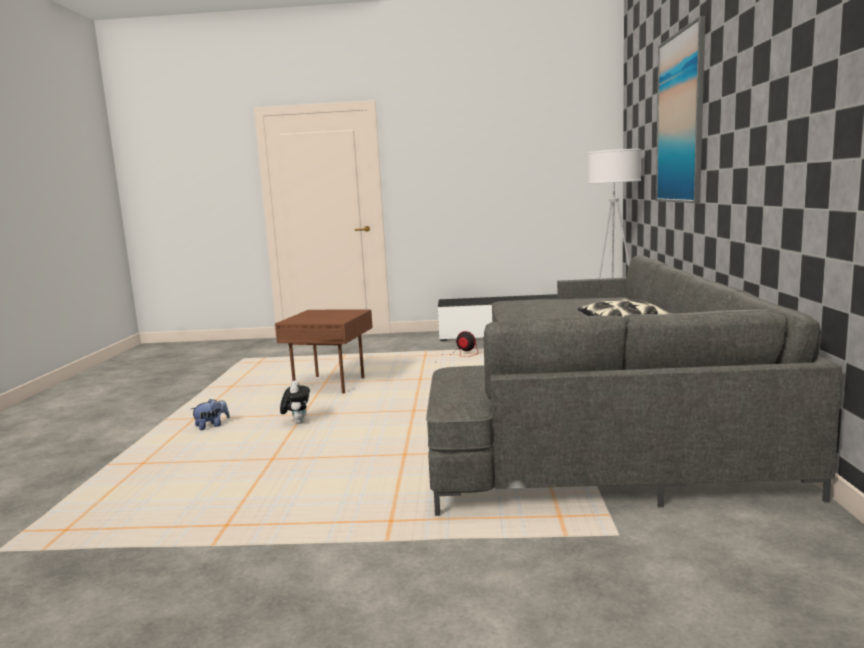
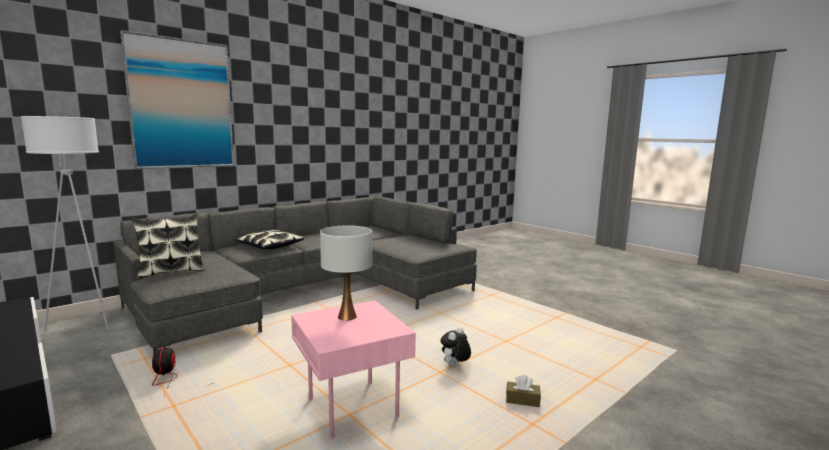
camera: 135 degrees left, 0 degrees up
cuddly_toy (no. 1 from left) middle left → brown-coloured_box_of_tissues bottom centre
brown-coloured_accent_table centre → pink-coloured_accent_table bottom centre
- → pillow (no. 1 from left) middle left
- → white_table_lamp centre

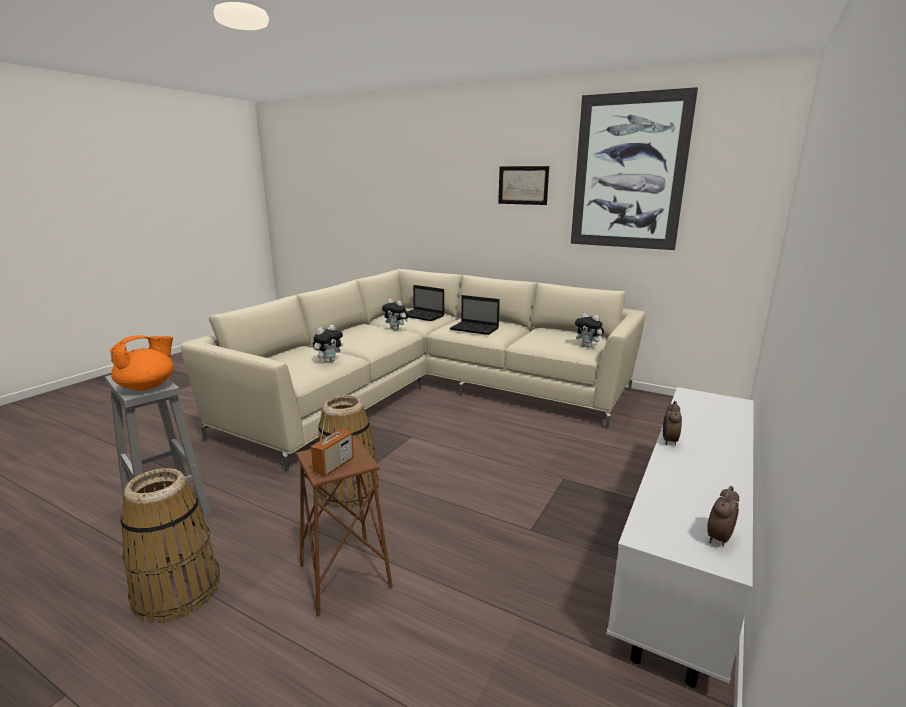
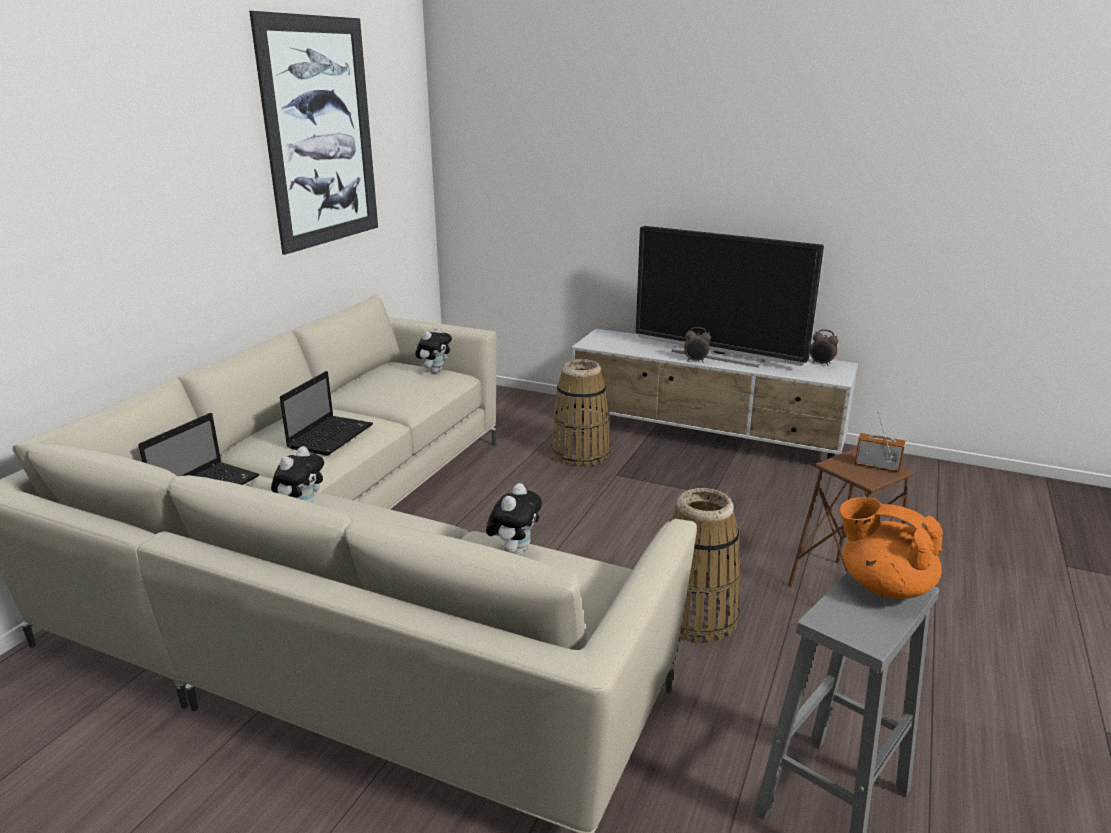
camera: 95 degrees left, 5 degrees up
storage_basket (no. 1 from left) bottom left → storage_basket (no. 1 from left) centre, shifted
cuddly_toy (no. 1 from left in the first image) centre → cuddly_toy (no. 3 from left) centre, 75 degrees clockwise
wall_art (no. 1 from left) top centre → -
- → TV_set centre

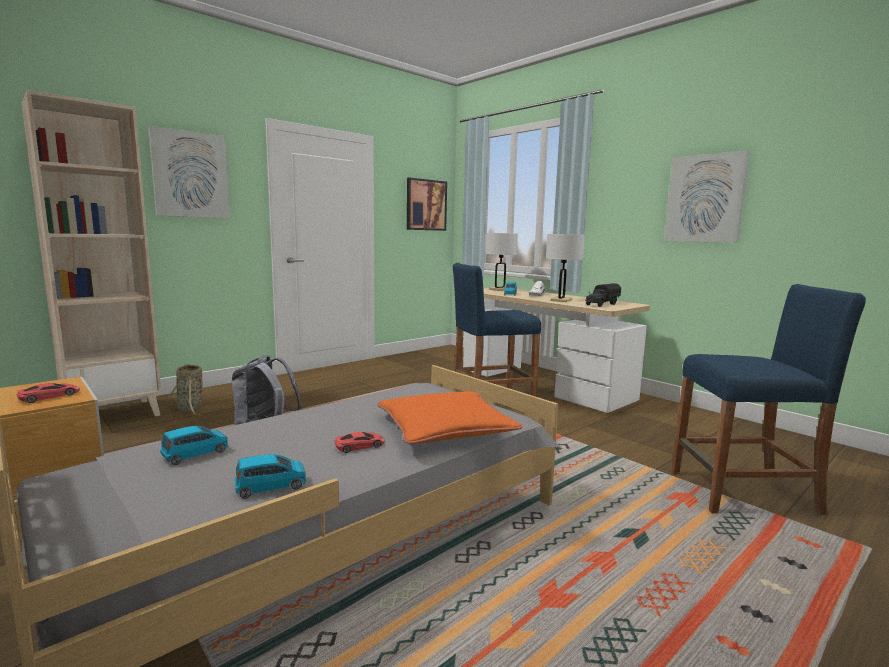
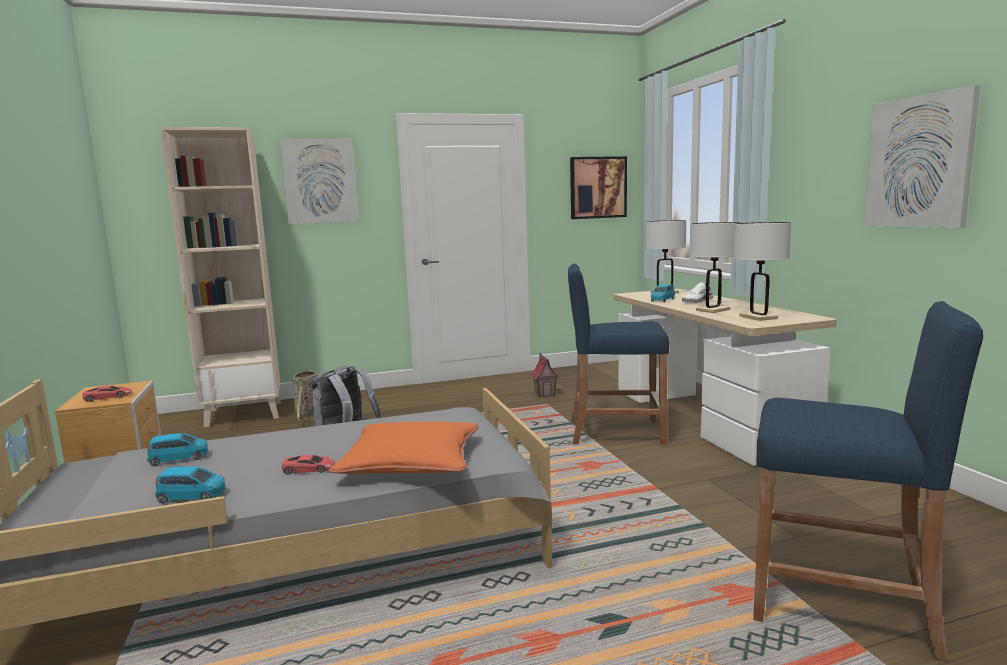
camera: 25 degrees right, 0 degrees up
toy_lorry middle right → white_table_lamp (no. 3 from left) middle right
- → model_house centre

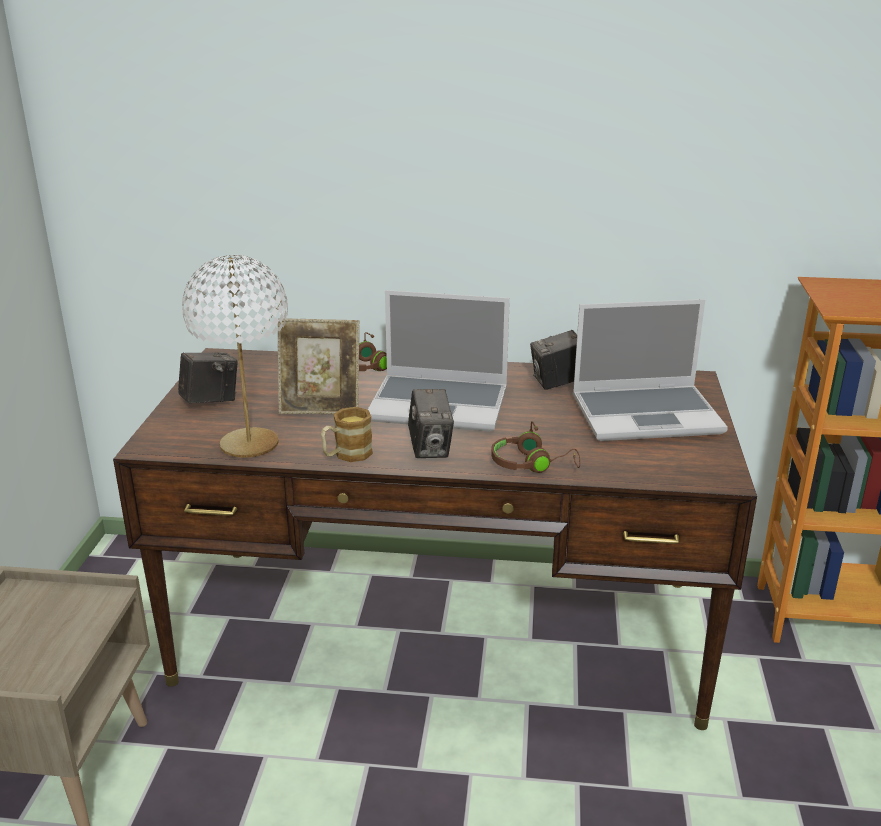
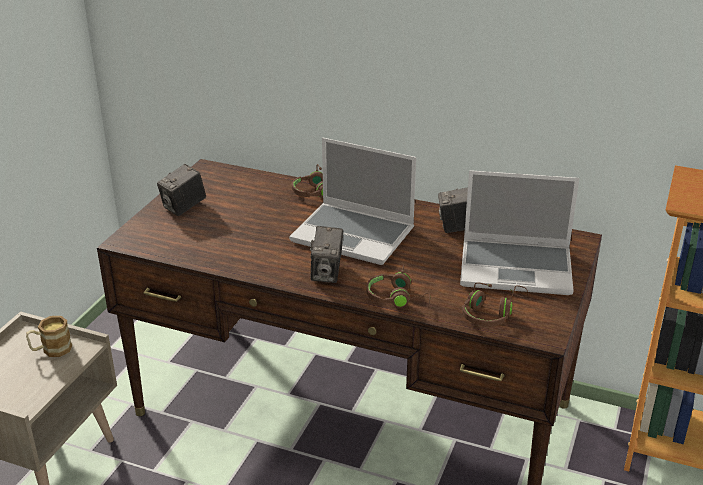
camera: 15 degrees right, 5 degrees up
photo_camera (no. 1 from left) middle left, 150 degrees clockwise
white_table_lamp middle left → -
picture_frame centre → -
coffee_mug centre → coffee_mug bottom left, shifted
- → brown-coloured_headphones (no. 3 from left) middle right

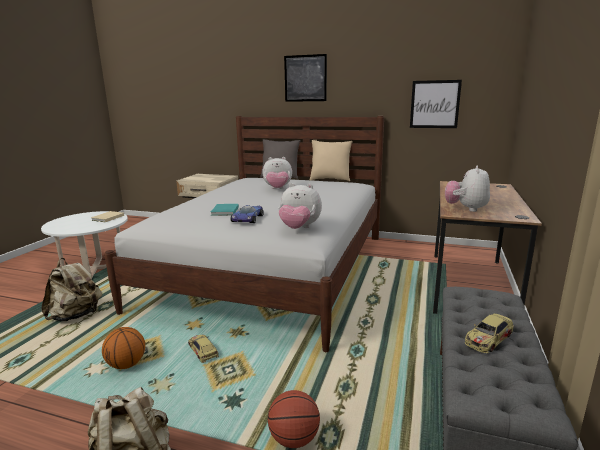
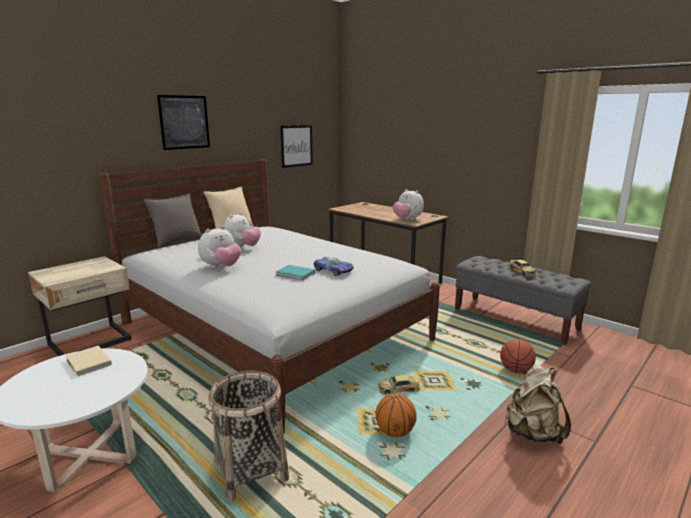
camera: 65 degrees left, 0 degrees up
beige-coloured_backpack (no. 1 from left) middle left → storage_basket bottom centre
cuddly_toy (no. 2 from left in the first image) centre → cuddly_toy (no. 1 from left) middle left, shifted

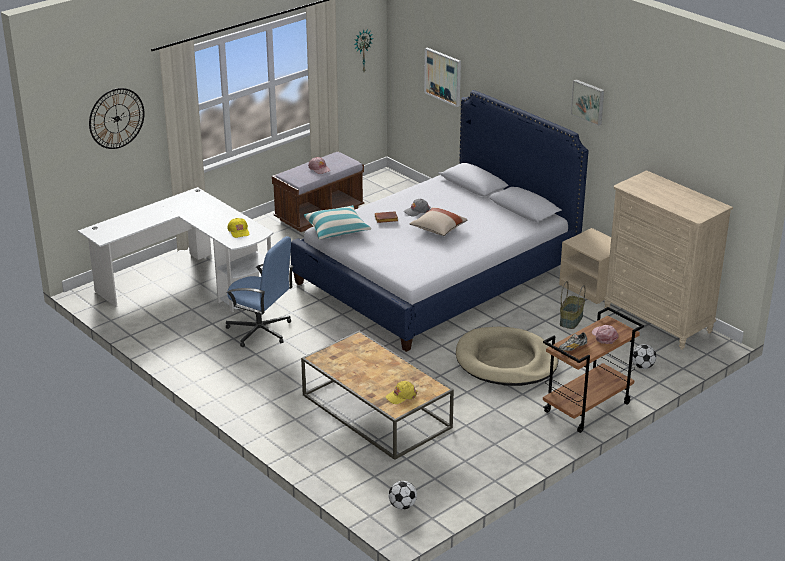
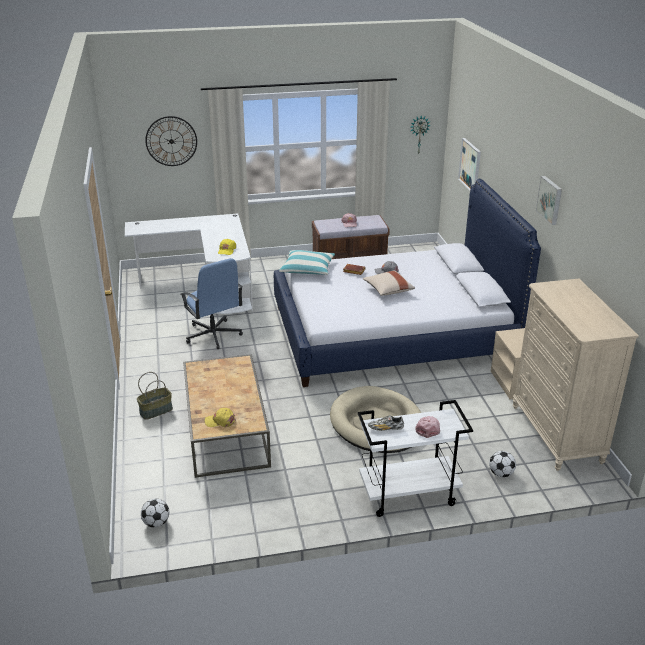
camera: 30 degrees right, 0 degrees up
brown-coloured_wheeled_cart middle right → white_wheeled_cart bottom centre
storage_basket middle right → storage_basket middle left, shifted

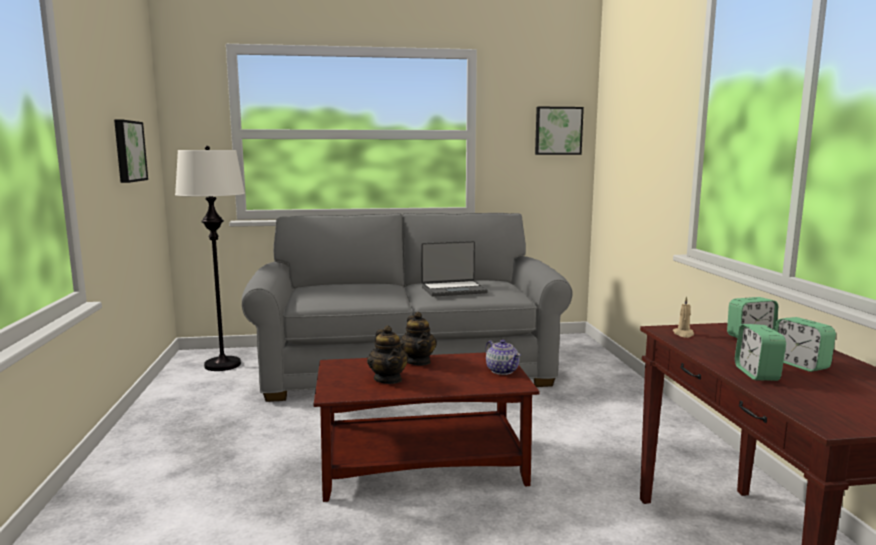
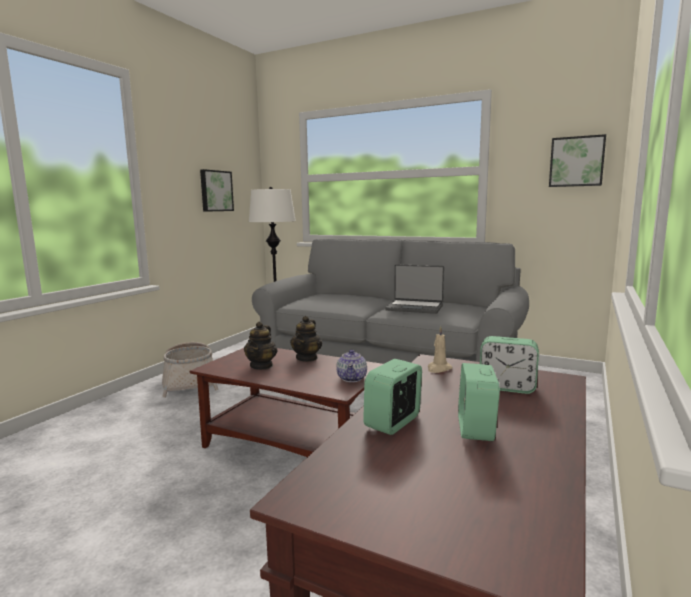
camera: 35 degrees right, 0 degrees up
- → storage_basket middle left

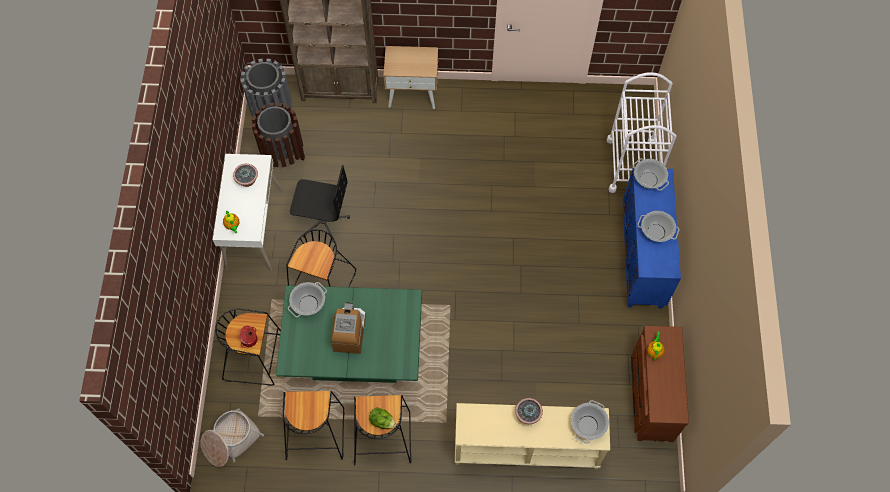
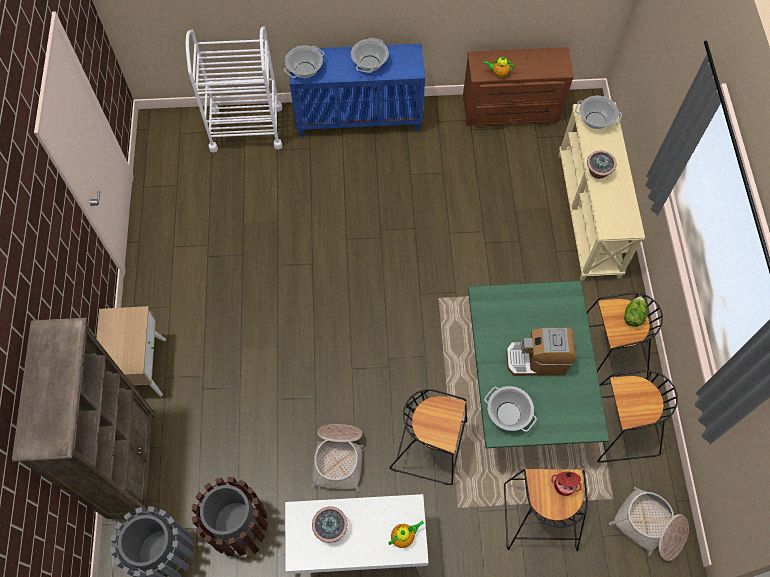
camera: 95 degrees left, 0 degrees up
black-coloured_computer_chair centre → storage_basket (no. 1 from left) bottom centre

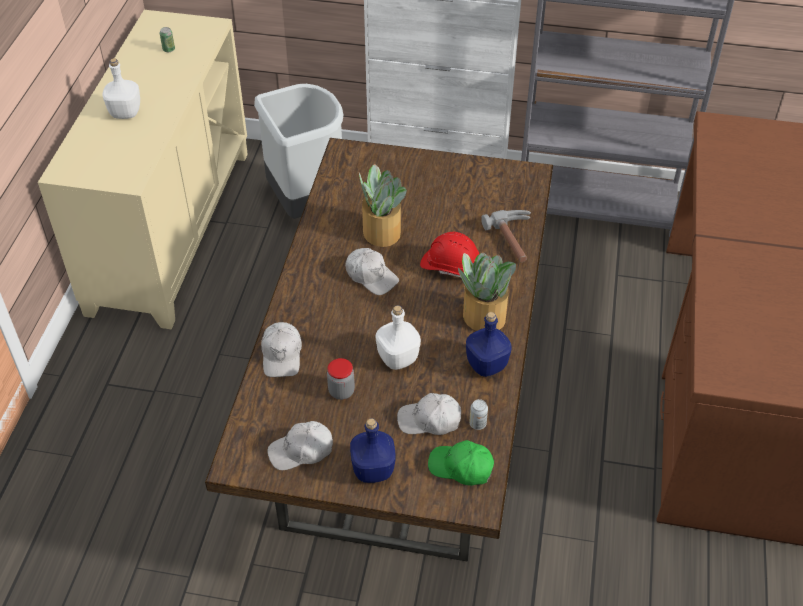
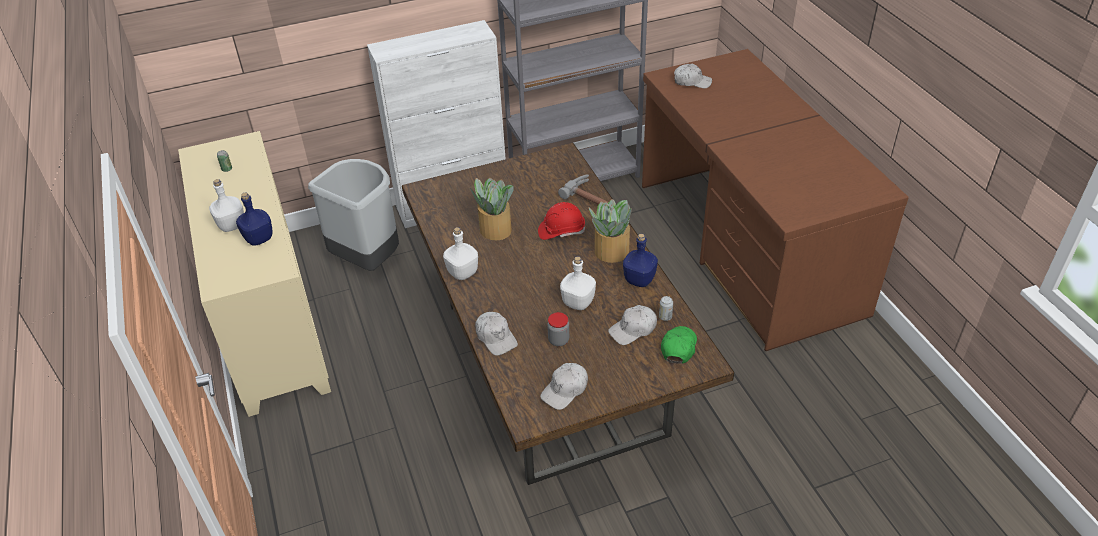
camera: 30 degrees left, 5 degrees down
white_baseball_cap (no. 3 from left in the first image) centre → white_baseball_cap (no. 4 from left) top centre, shifted
blue_drink_bottle (no. 1 from left) bottom centre → blue_drink_bottle (no. 1 from left) middle left, shifted
green-coloured_baseball_cap bottom centre → green-coloured_baseball_cap centre, 120 degrees clockwise
- → white_drink_bottle (no. 2 from left) centre

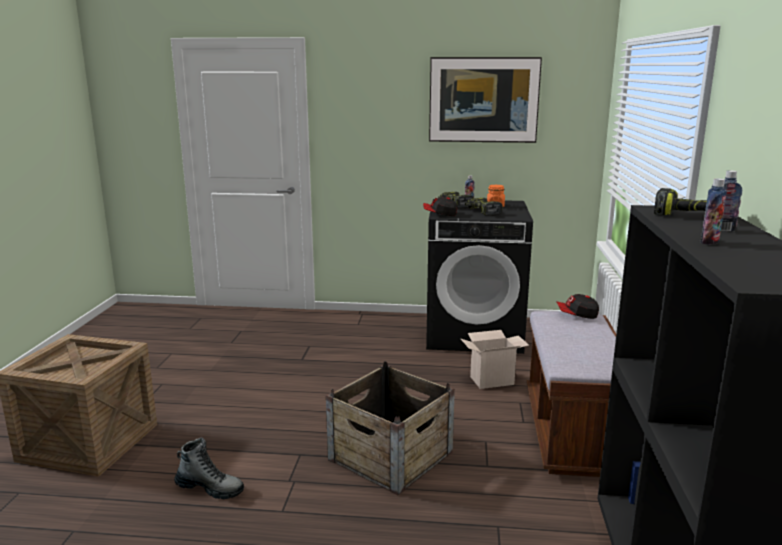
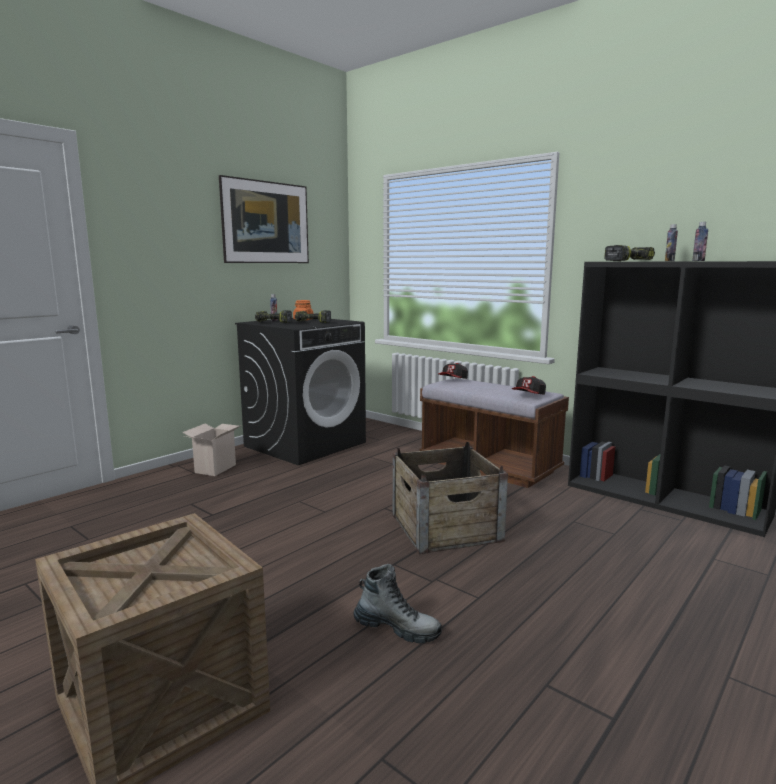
camera: 55 degrees left, 5 degrees down
high-top_boot bottom left → high-top_boot bottom centre, 60 degrees clockwise
baseball_cap (no. 1 from left in the first image) centre → baseball_cap (no. 2 from left) middle right, shifted
cardboard_box centre → cardboard_box middle left, shifted

